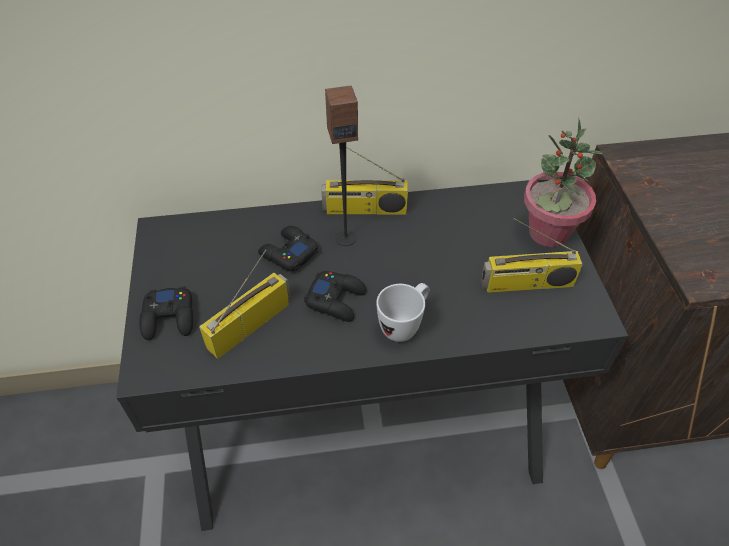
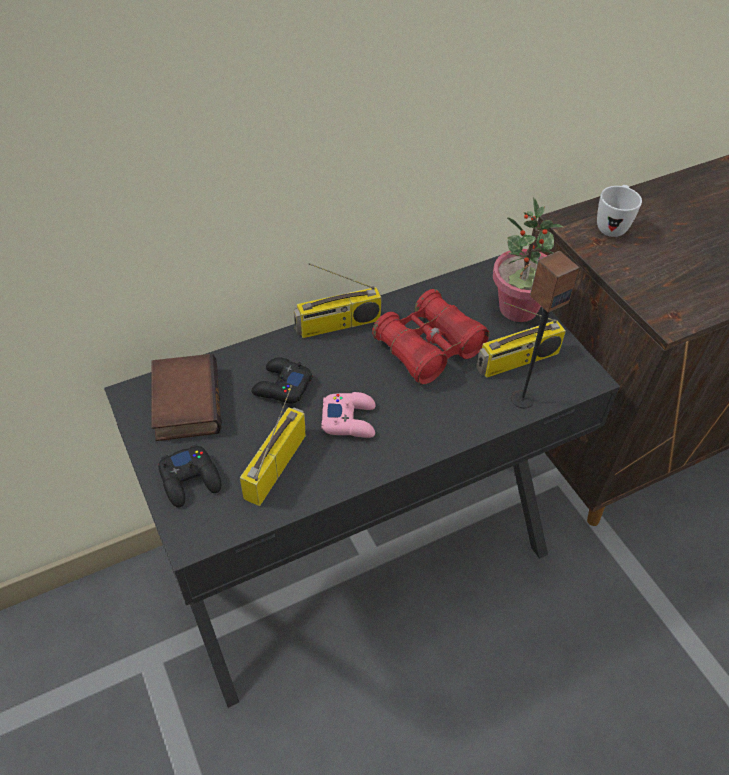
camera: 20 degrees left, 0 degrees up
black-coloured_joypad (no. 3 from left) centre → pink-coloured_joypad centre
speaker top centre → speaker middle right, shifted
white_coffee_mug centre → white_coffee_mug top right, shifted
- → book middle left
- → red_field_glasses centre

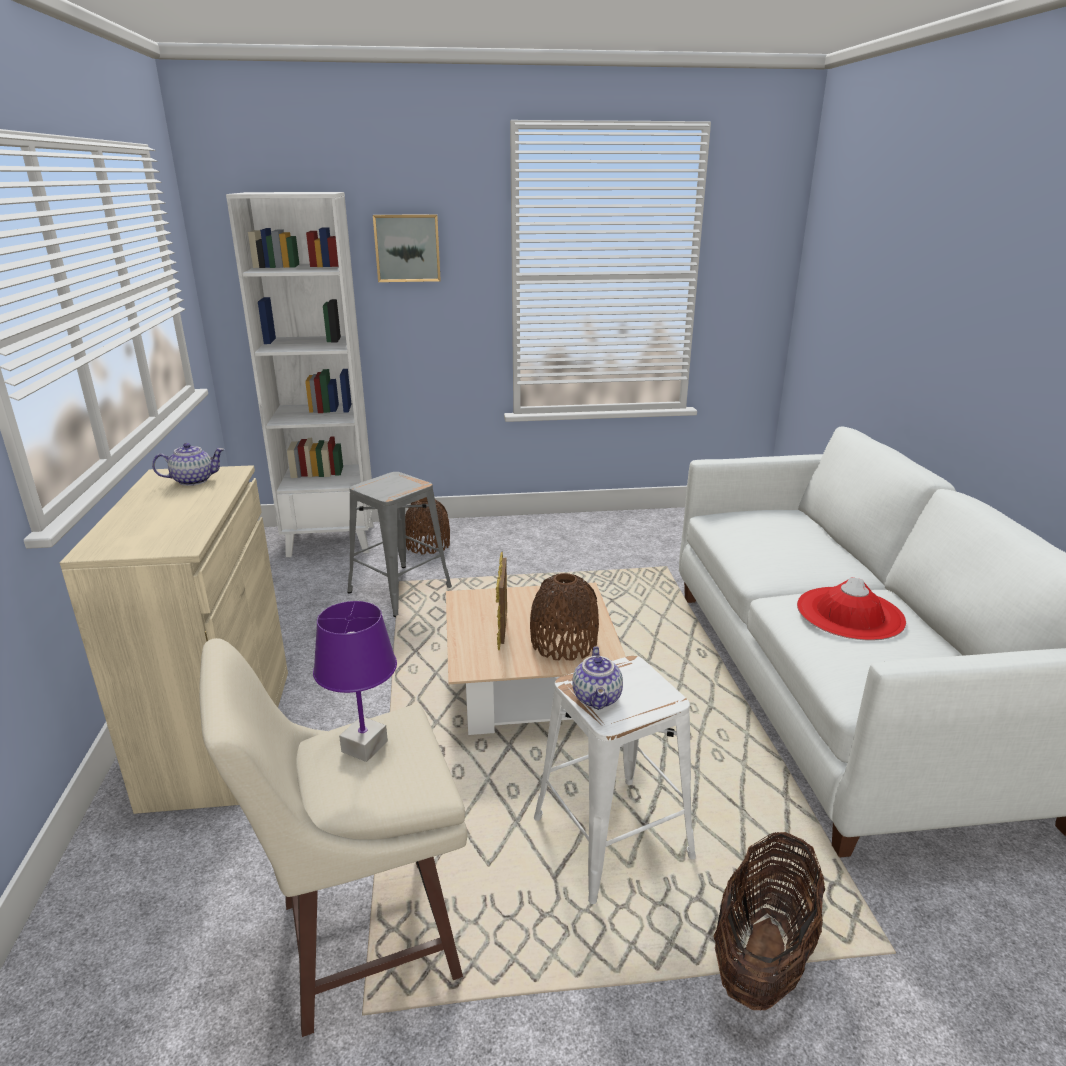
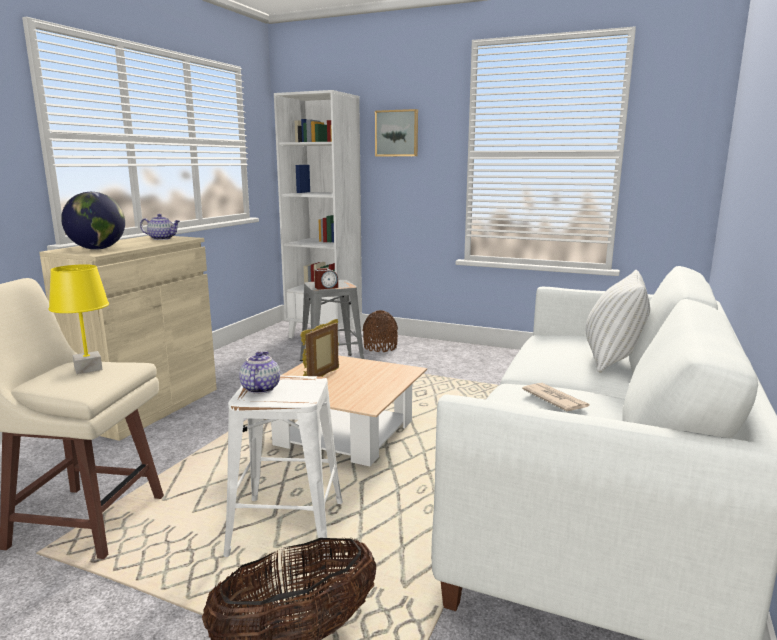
camera: 30 degrees right, 10 degrees down
purple_table_lamp middle left → yellowish_table_lamp middle left
brown-coloured_decorative_vase (no. 2 from left) centre → -
tea_pot (no. 2 from left) centre, 150 degrees clockwise
red_wearable_hat middle right → newspaper middle right
- → globe middle left
- → table_clock centre
- → white_pillow middle right

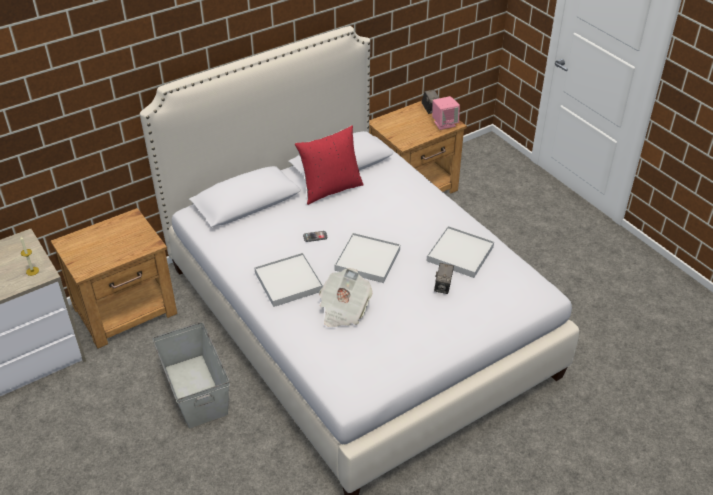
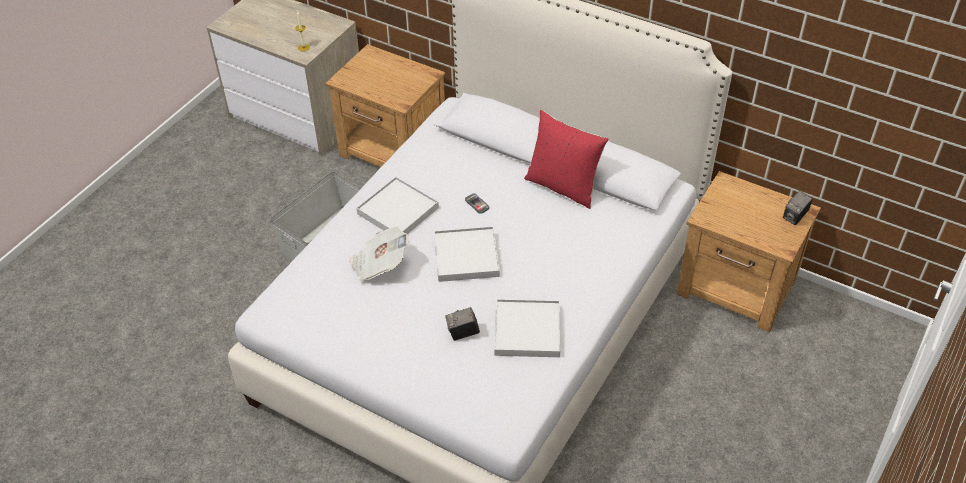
camera: 65 degrees right, 5 degrees up
pink-coloured_speaker top centre → -

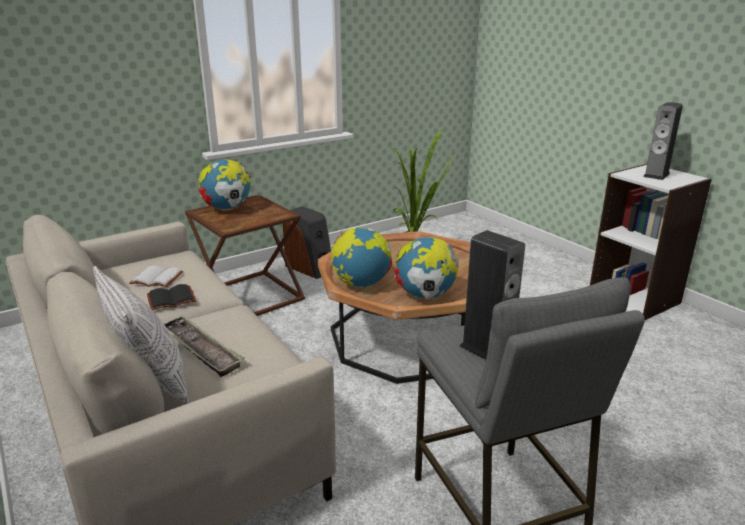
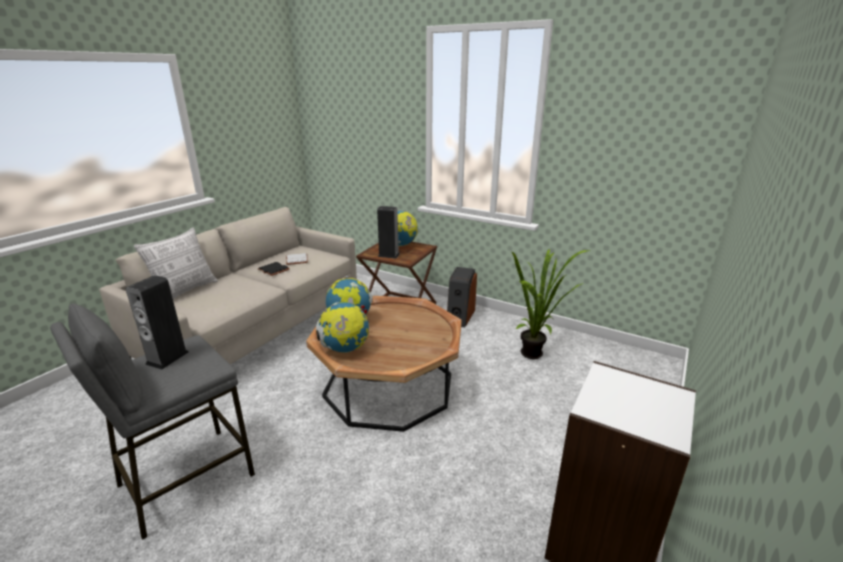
camera: 65 degrees right, 0 degrees up
carrying_tray middle left → -
speaker (no. 3 from left in the first image) top right → speaker (no. 2 from left) centre, shifted

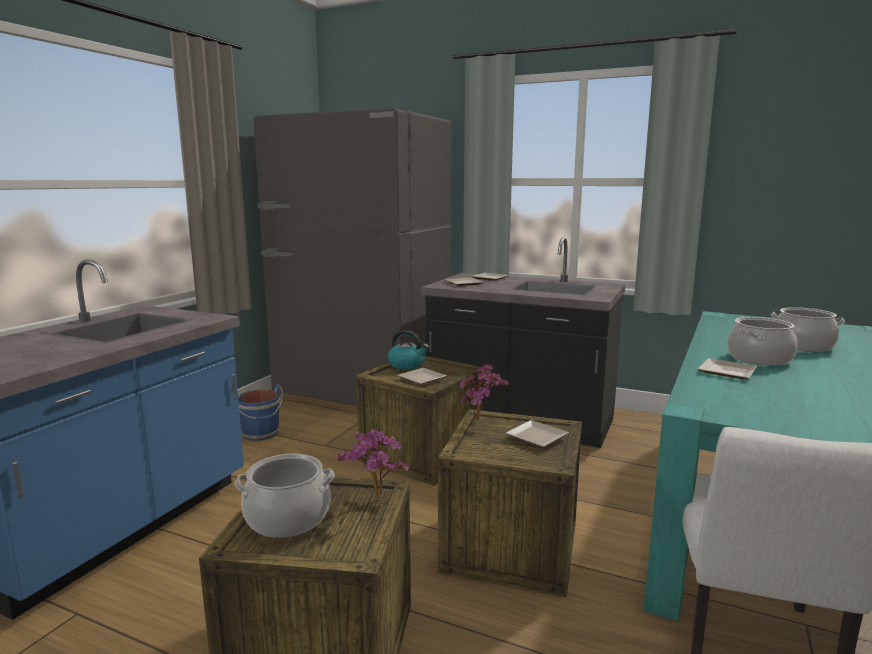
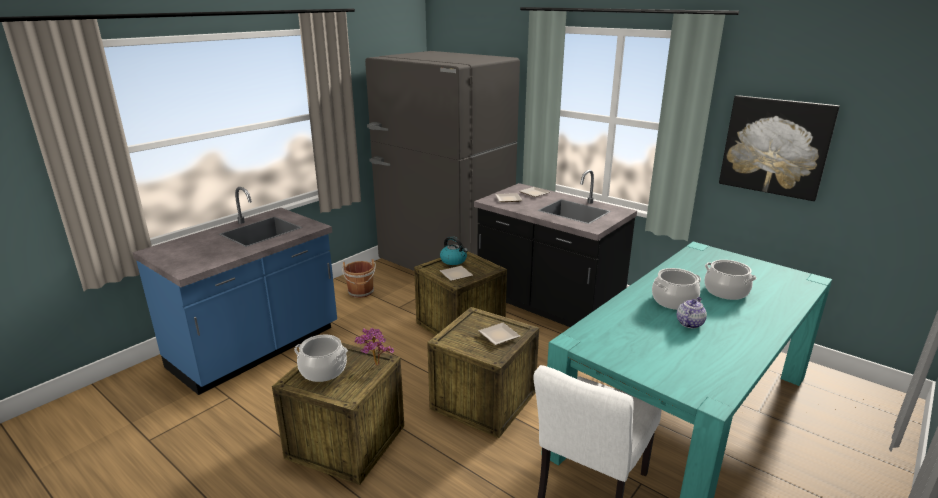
camera: 15 degrees right, 10 degrees up
blue_water_bucket middle left → brown-coloured_water_bucket centre
houseplant (no. 2 from left) centre → -
plate (no. 5 from left) middle right → -
- → tea_pot middle right
- → wall_art top right

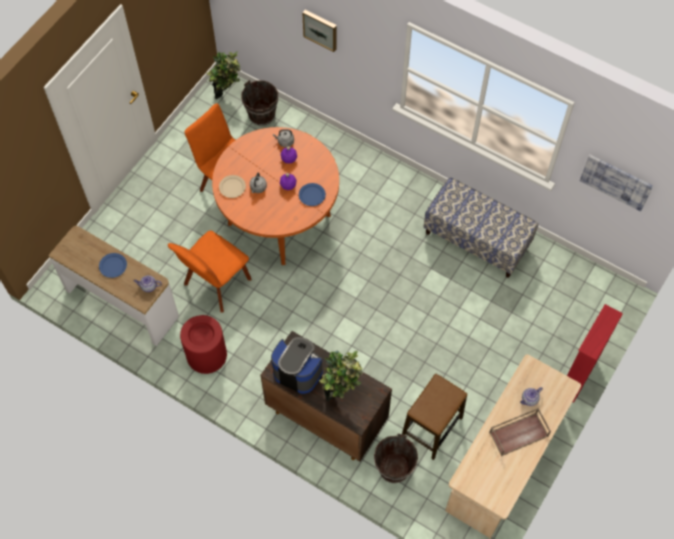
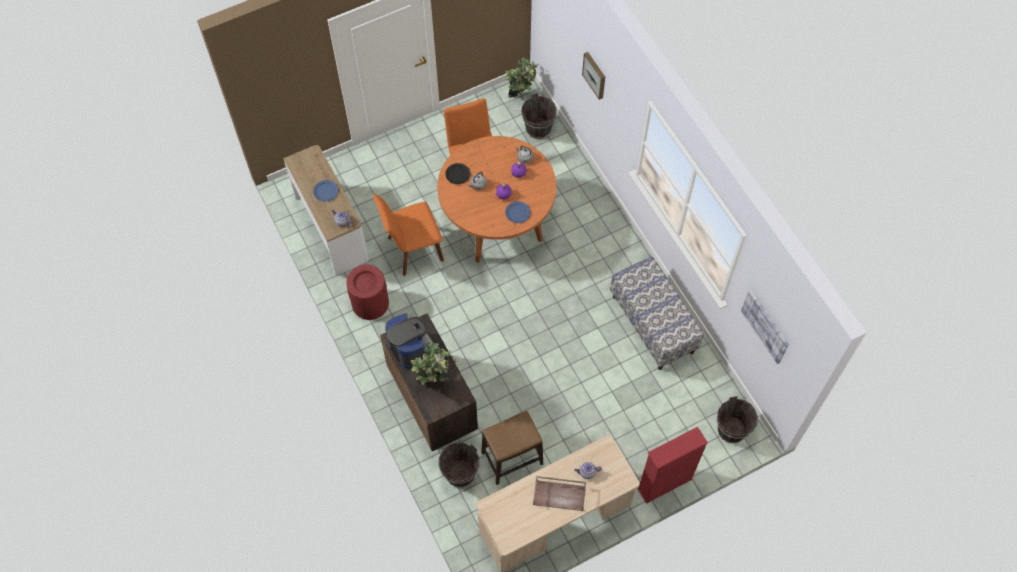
camera: 30 degrees right, 0 degrees up
beige-coloured_plate centre → black-coloured_plate top centre
- → brown-coloured_water_bucket (no. 3 from left) bottom right

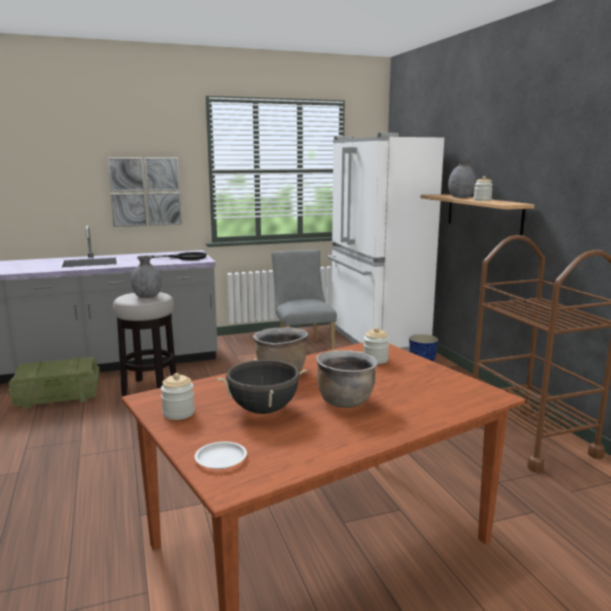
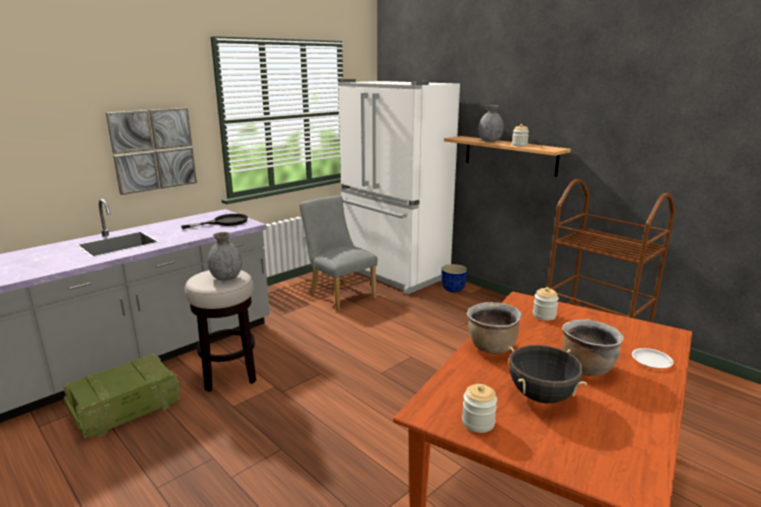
camera: 25 degrees left, 5 degrees up
white_plate bottom centre → white_plate bottom right, shifted

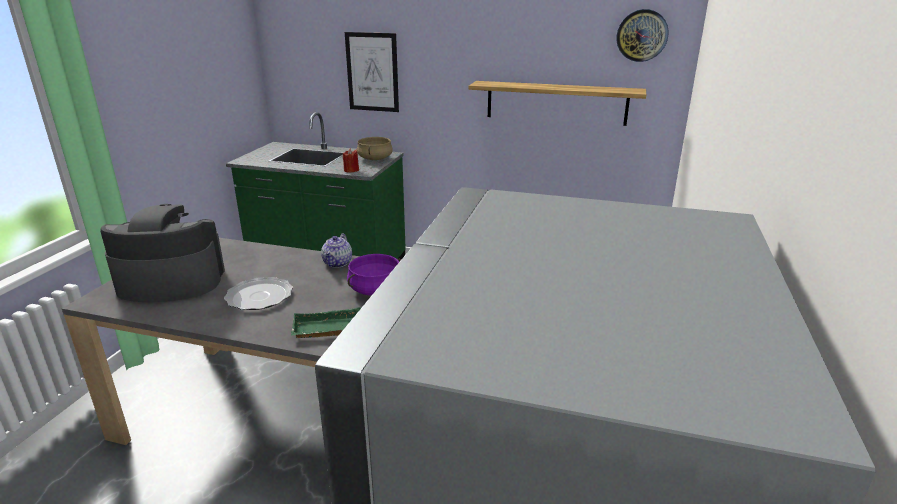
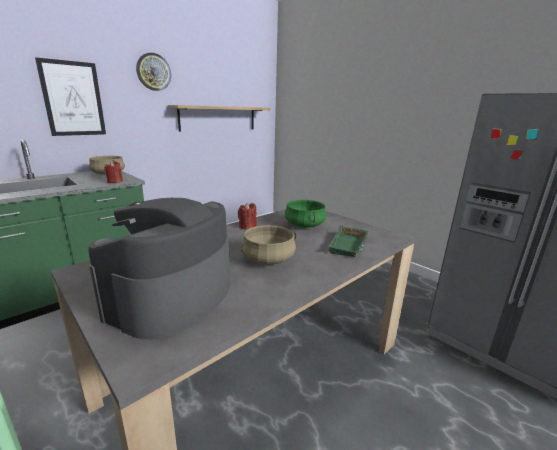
camera: 60 degrees left, 5 degrees down
plate middle left → beige-coloured_cooking_pot (no. 2 from left) centre
tea_pot centre → red_candle (no. 2 from left) centre
purple_cooking_pot centre → green-coloured_cooking_pot centre
clock_on_the_wall top right → clock_on_the_wall top left, shifted

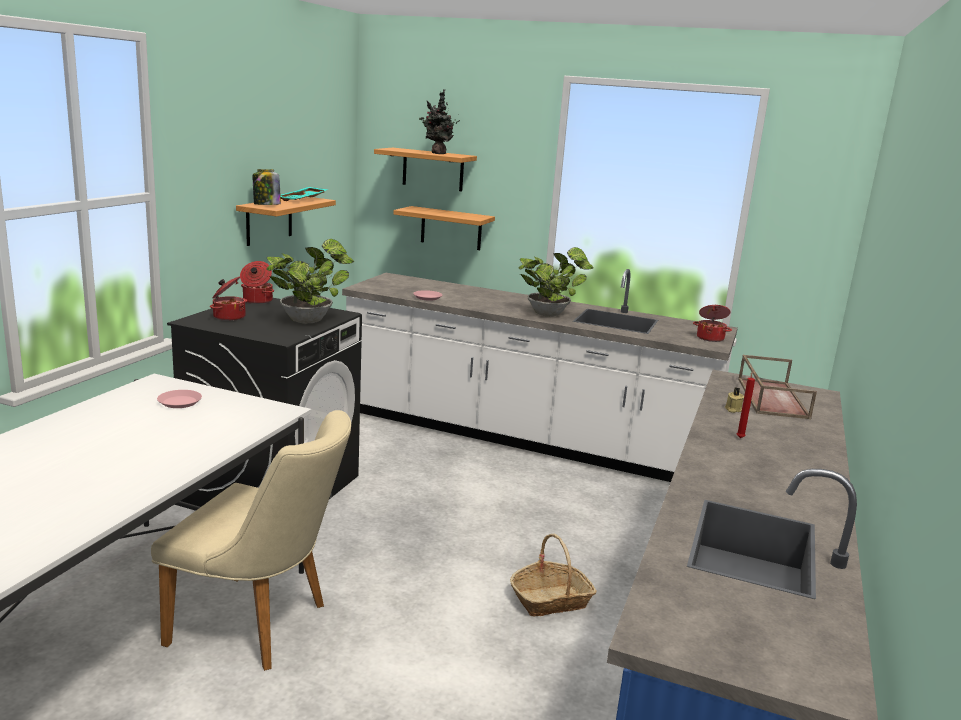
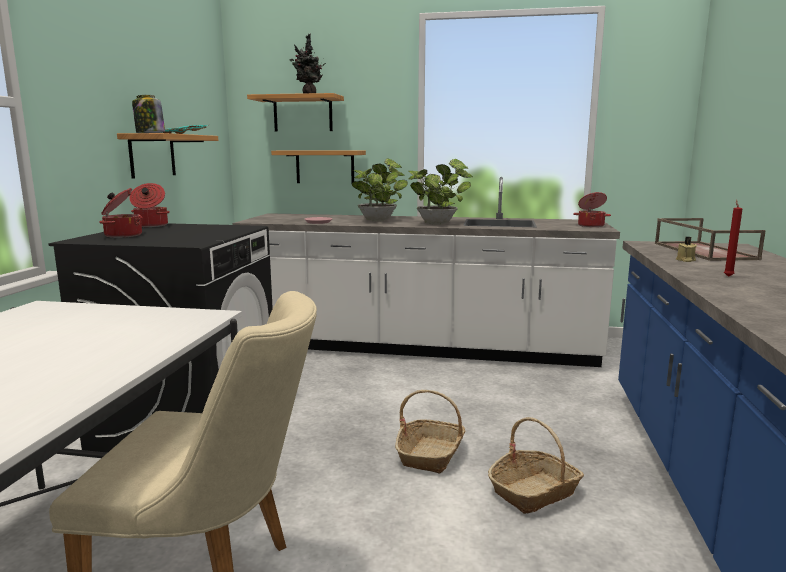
camera: 10 degrees left, 5 degrees down
pink-coloured_plate (no. 1 from left) middle left → -
houseplant (no. 1 from left in the first image) middle left → houseplant (no. 2 from left) top centre, shifted
- → storage_basket (no. 1 from left) bottom centre

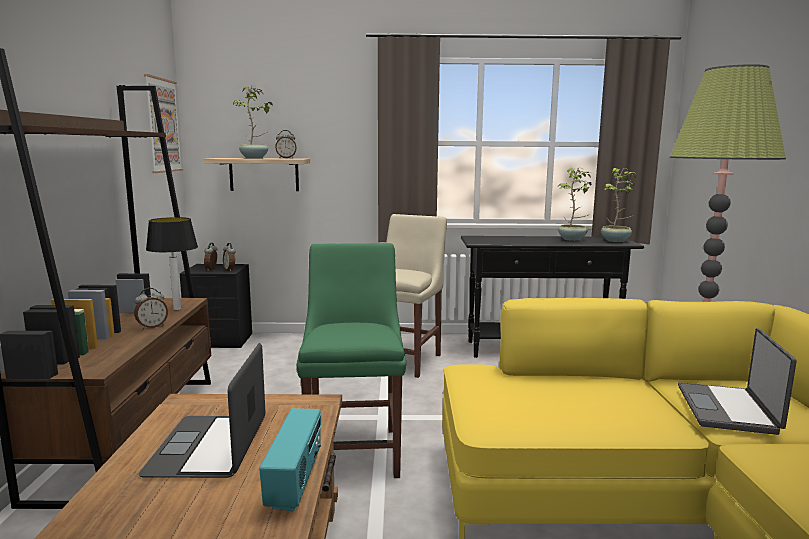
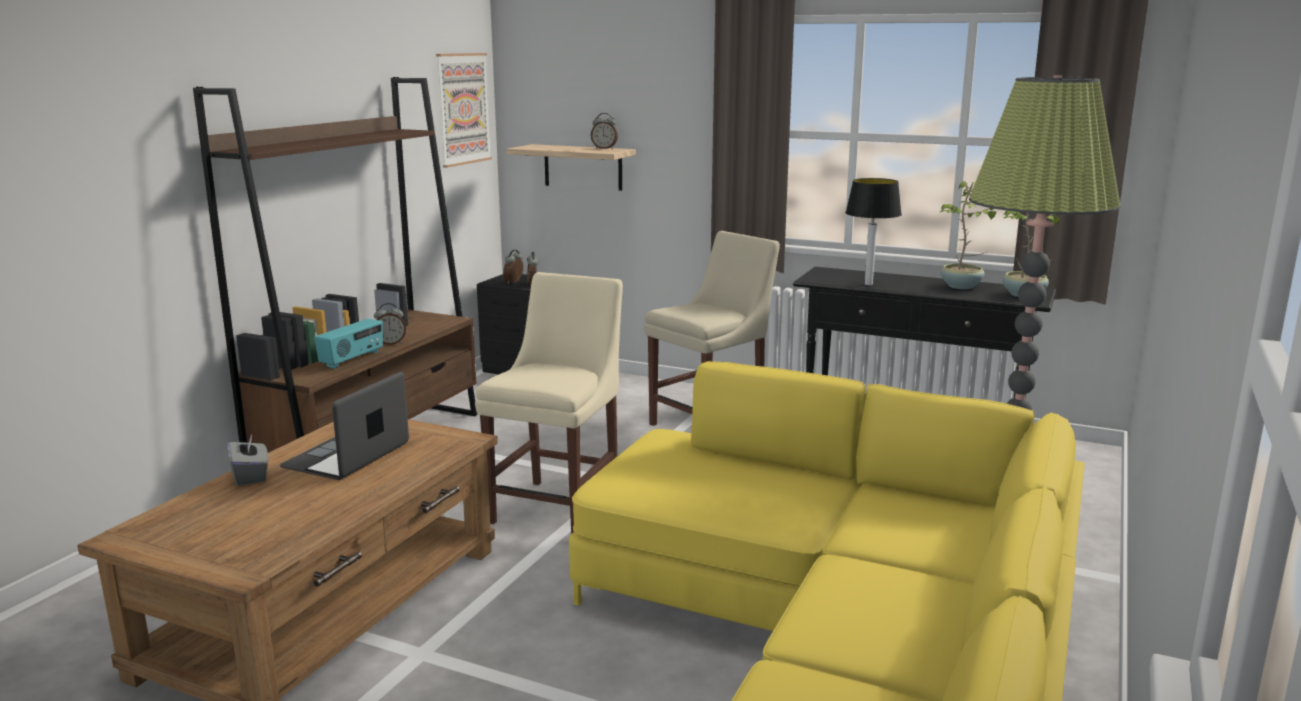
camera: 25 degrees right, 5 degrees up
table_lamp middle left → table_lamp top right, shifted
houseplant (no. 1 from left) top left → -
radio bottom centre → radio middle left, shifted
green-coloured_plain_chair bottom centre → beige-coloured_plain_chair (no. 1 from left) centre
laptop (no. 2 from left) bottom right → -
- → gray_box_of_tissues middle left

